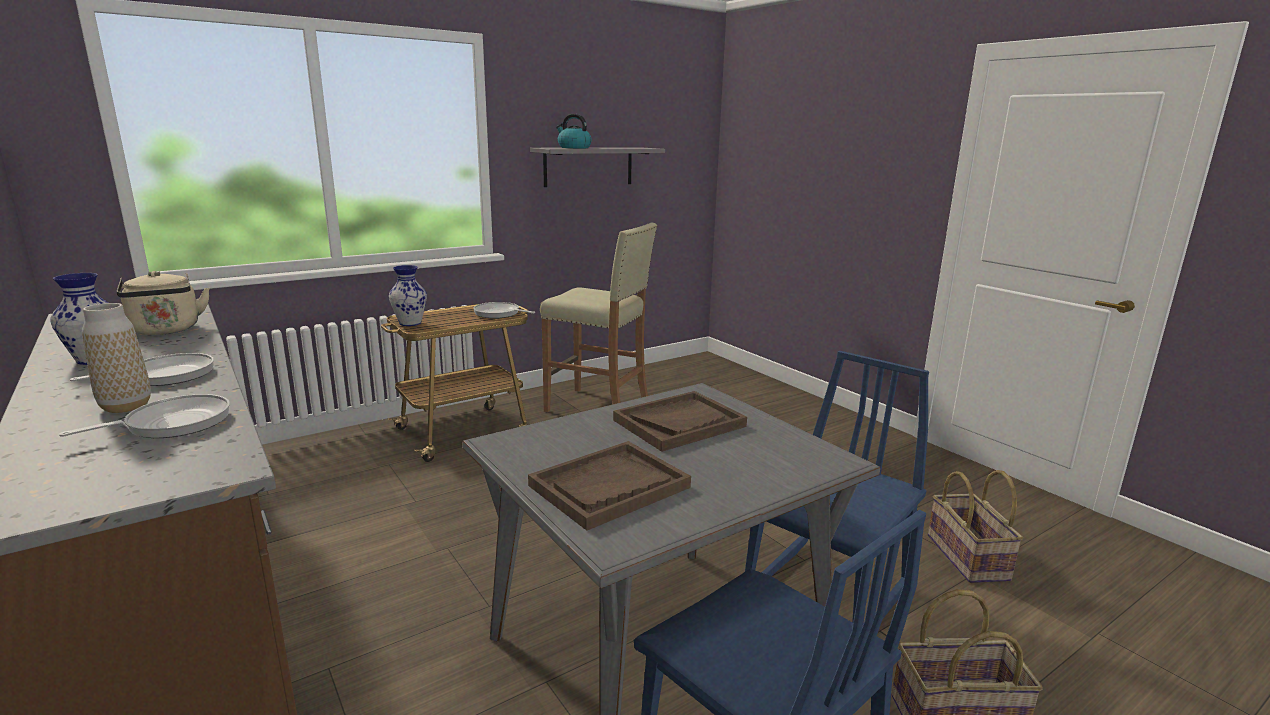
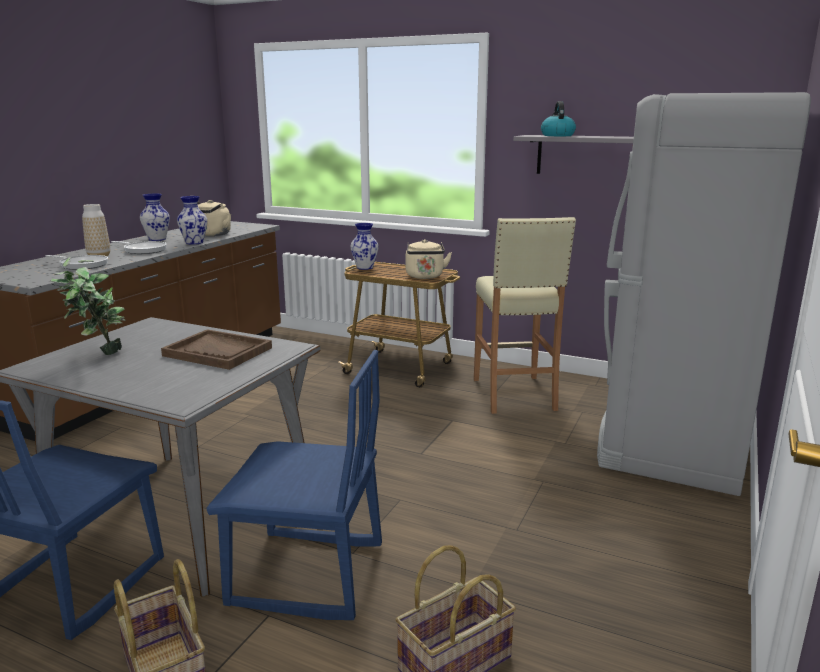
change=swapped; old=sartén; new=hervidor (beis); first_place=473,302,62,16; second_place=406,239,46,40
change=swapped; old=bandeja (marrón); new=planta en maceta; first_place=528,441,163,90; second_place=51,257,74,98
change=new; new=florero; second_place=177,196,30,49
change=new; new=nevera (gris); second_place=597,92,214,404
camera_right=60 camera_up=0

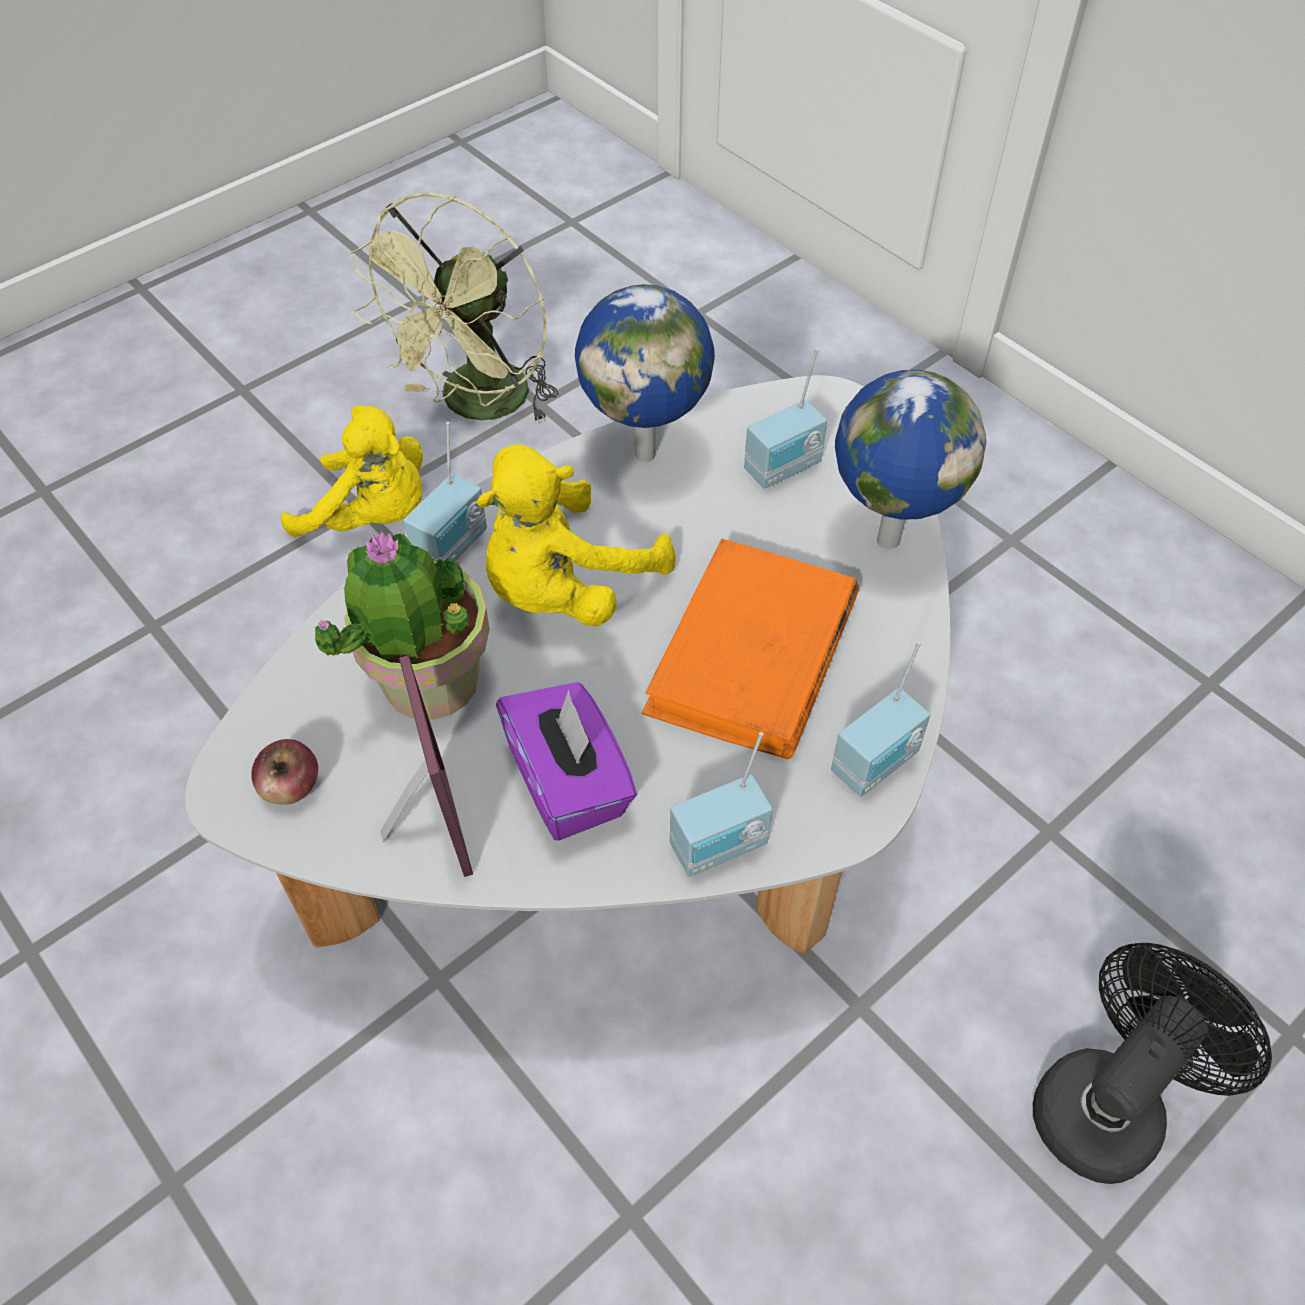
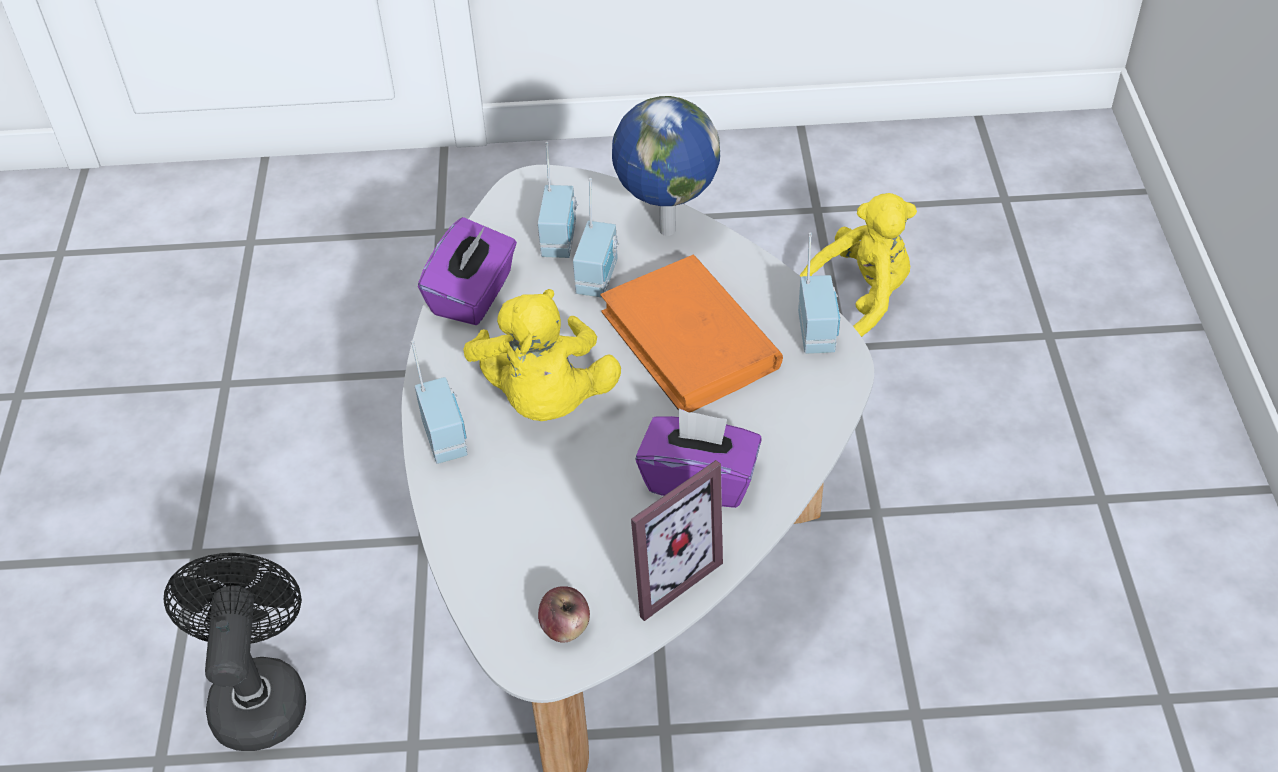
change=shifted; old=peluche (amarillo); first_place=281,405,142,132; second_place=800,193,117,144
change=gone; old=planta en maceta; first_place=315,532,175,188
change=gone; old=ventilador (verde); first_place=350,193,209,231
change=rotated; old=portarretratos; first_place=381,655,92,222; second_place=631,460,92,161; degrees=120
change=swapped; old=globo terráqueo; new=caja de pañuelos (morado); first_place=575,284,140,178; second_place=418,217,99,108
change=shifted; old=radio; first_place=670,732,103,145; second_place=573,178,46,120
change=shifted; old=ventilador (negro); first_place=1033,943,239,241; second_place=164,553,142,198
camera_right=-50 camera_up=-5

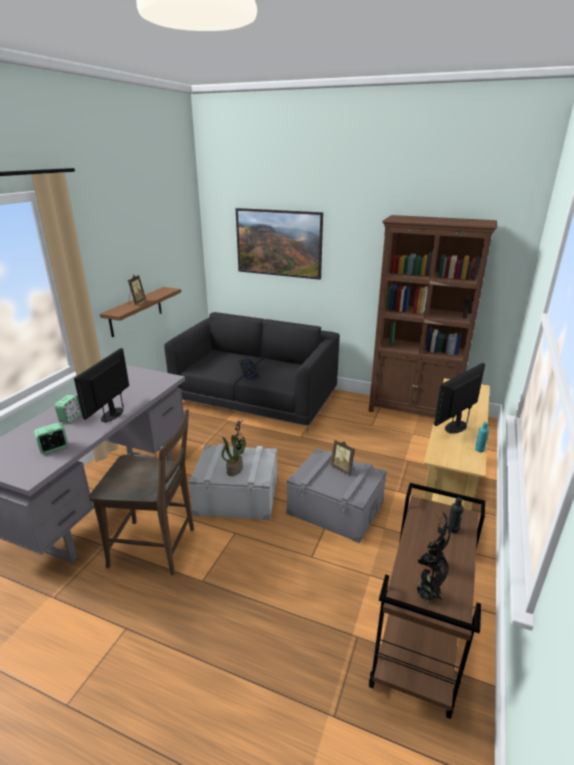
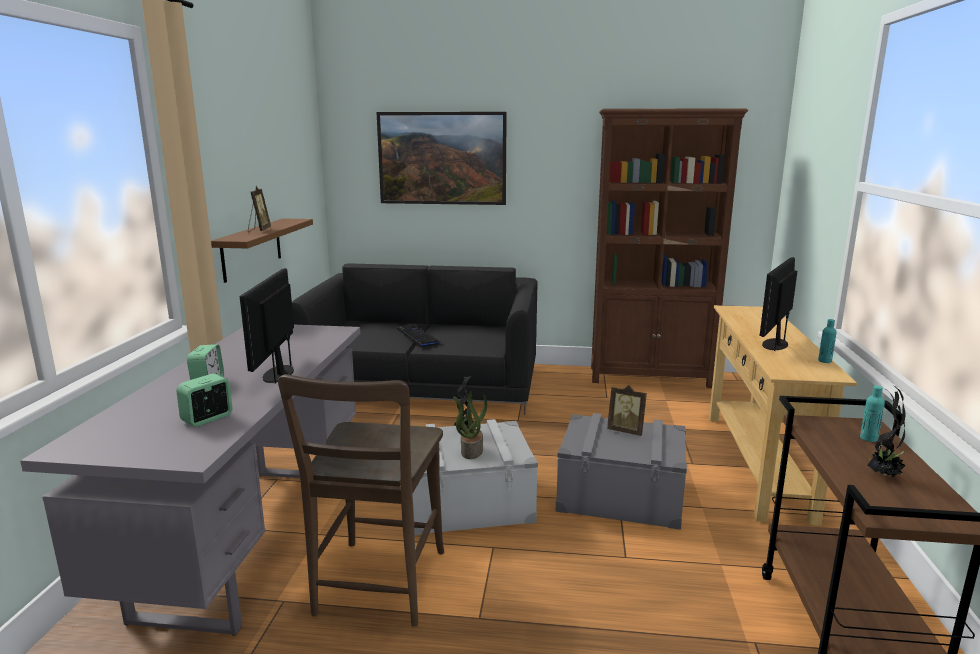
change=rotated; old=silla (marrón); first_place=89,409,105,166; second_place=278,374,166,253; degrees=105
change=gone; old=planta en maceta; first_place=417,548,32,53
change=repainted; old=botella (negro); new=botella (turquesa); first_place=447,497,16,36; second_place=860,386,25,56
camera_right=-15 camera_up=-10

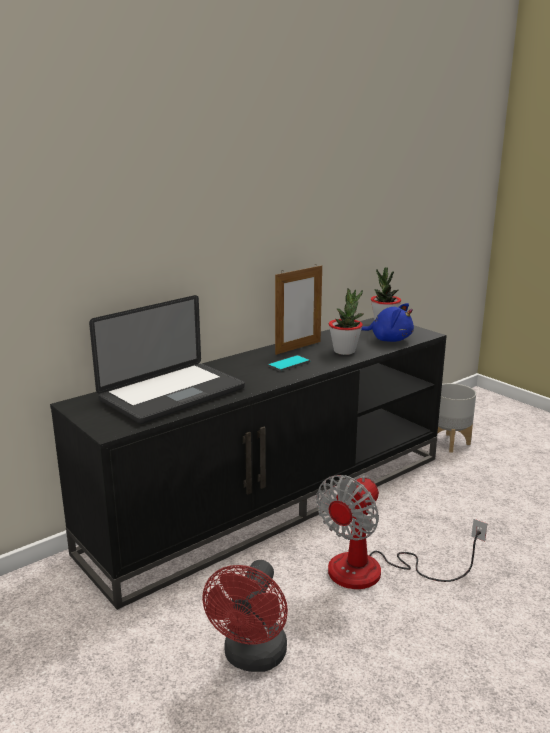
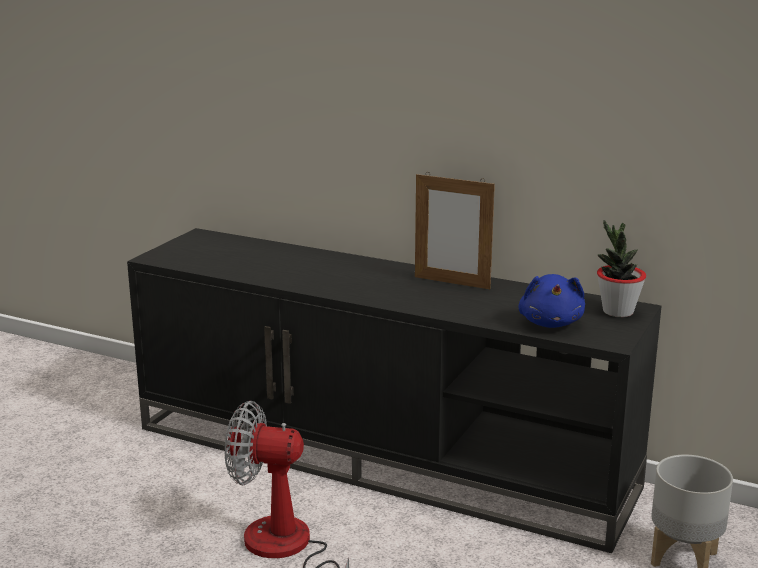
change=gone; old=portátil; first_place=89,295,156,129
change=gone; old=ventilador (rojo); first_place=202,560,86,112
change=gone; old=móvil; first_place=268,355,43,17
change=gone; old=planta en maceta; first_place=329,288,35,67
camera_right=65 camera_up=0

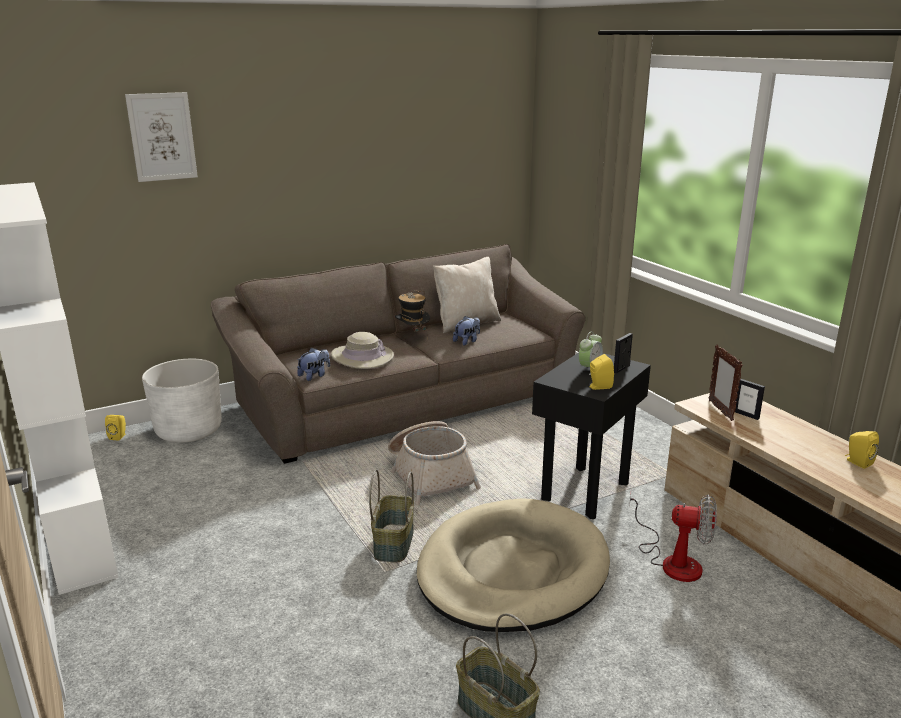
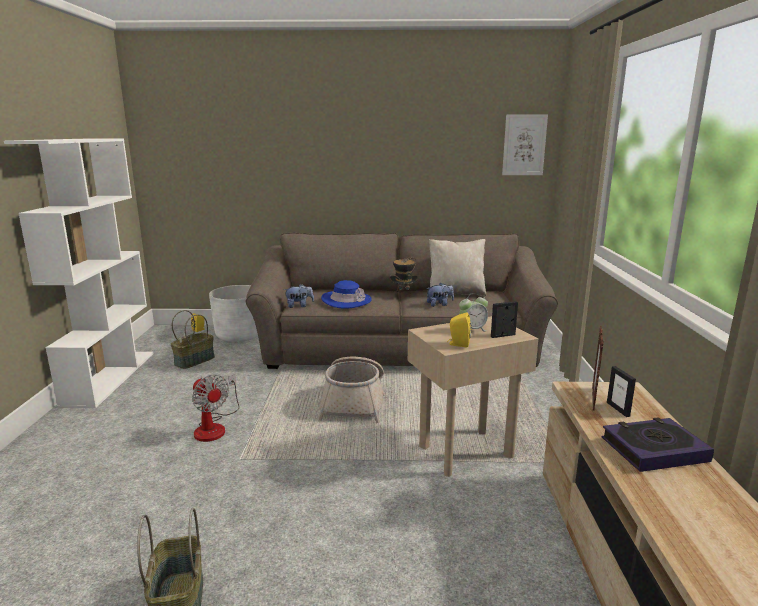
change=shifted; old=cuadro; first_place=125,92,73,90; second_place=502,114,46,61
change=repainted; old=sombrero (beis); new=sombrero (azul); first_place=331,332,63,37; second_place=321,280,51,29
change=shifted; old=cesta; first_place=369,469,45,94; second_place=171,310,44,59
change=gone; old=cama para perro (beis); first_place=416,498,194,134
change=repainted; old=mesa auxiliar (negro); new=mesa auxiliar (beis); first_place=532,352,119,167; second_place=408,316,130,161
change=shifted; old=ventilador; first_place=629,494,88,88; second_place=192,374,48,68
change=gone; old=altavoz (amarillo); first_place=845,431,34,38
change=new; new=libro; second_place=602,417,112,55
camera_right=30 camera_up=-5

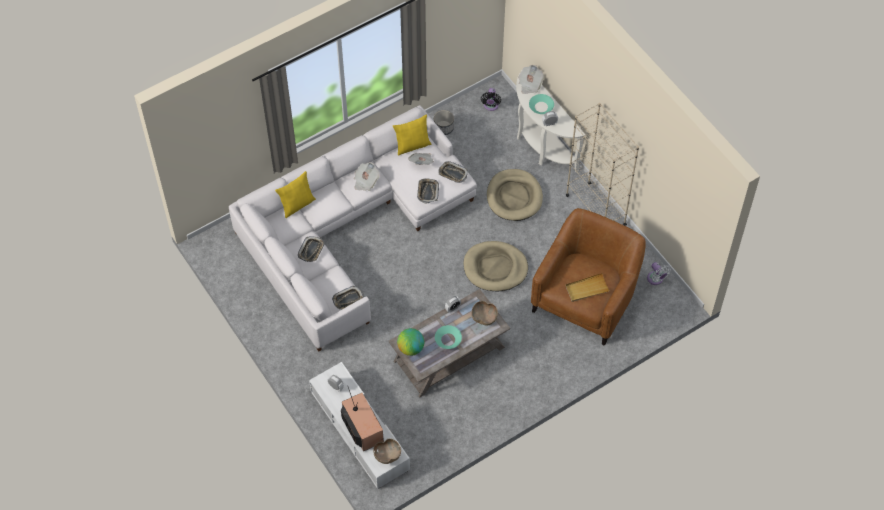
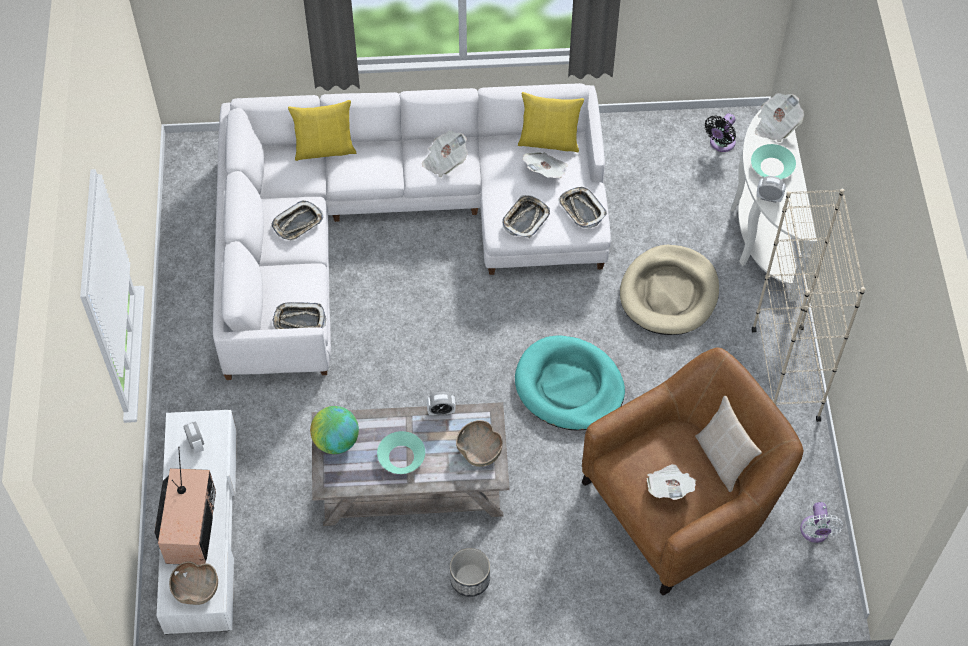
change=shifted; old=maceta; first_place=434,110,20,25; second_place=450,548,40,49
change=repainted; old=cama para perro (beis); new=cama para perro (turquesa); first_place=463,241,65,51; second_place=515,335,110,95
change=swapped; old=bandeja (beis); new=periódico; first_place=565,273,45,29; second_place=647,464,49,36
change=new; new=cojín (beis); second_place=695,396,67,96
camera_right=30 camera_up=0

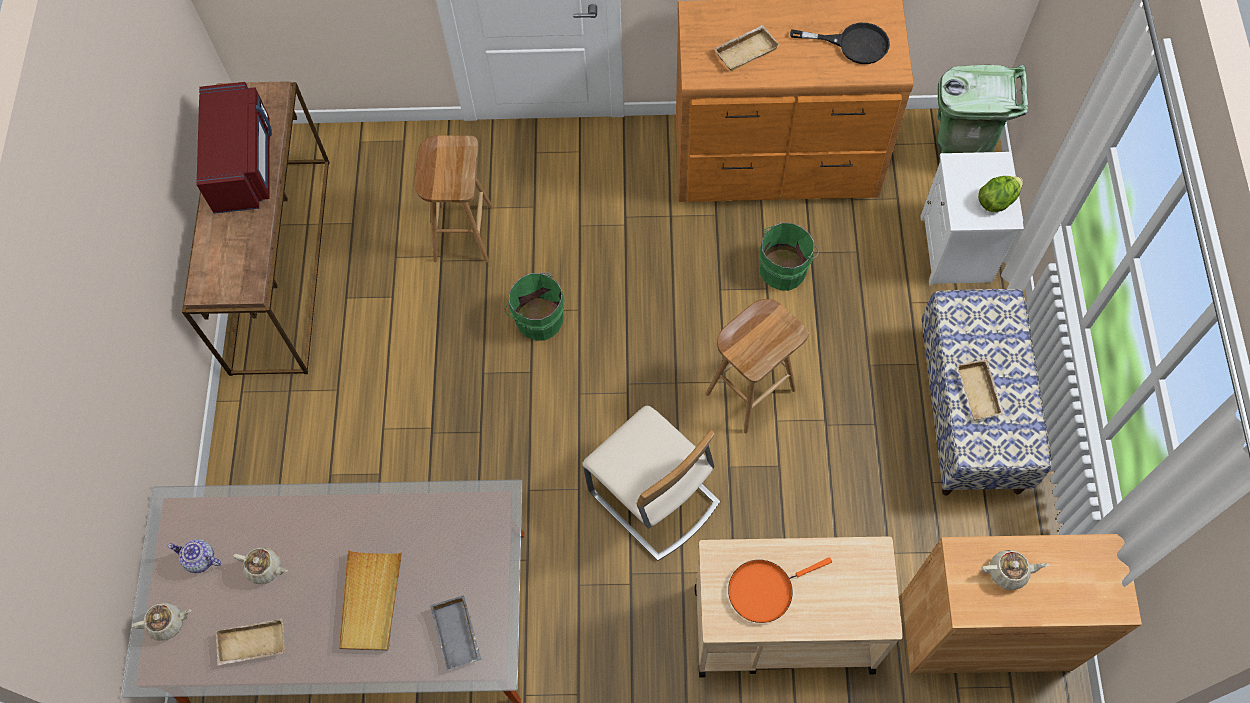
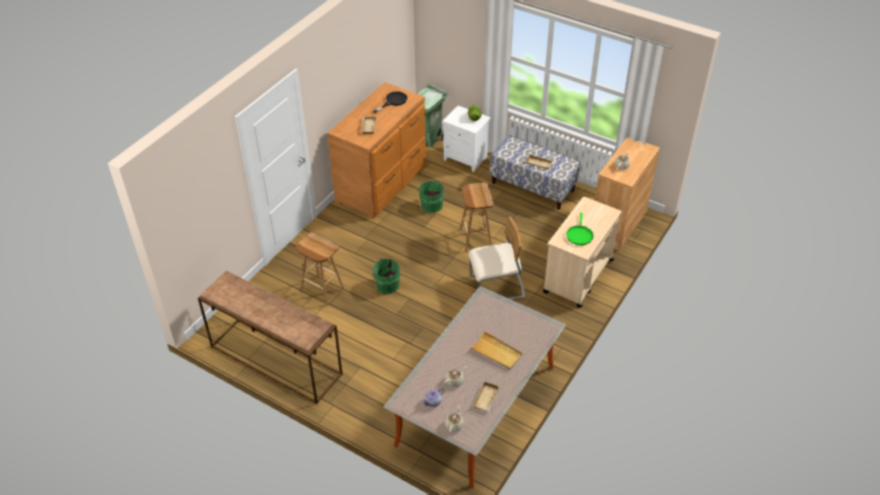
change=gone; old=microondas (rojo); first_place=196,82,76,132
change=gone; old=bandeja (gris); first_place=430,595,51,75
change=repainted; old=sartén (naranja); new=sartén (verde); first_place=728,557,104,66; second_place=566,213,27,32
camera_right=-60 camera_up=-20

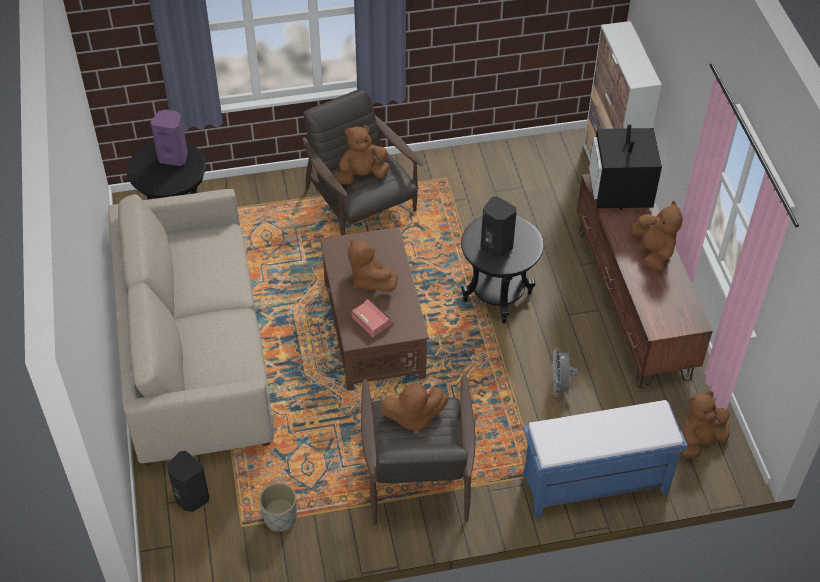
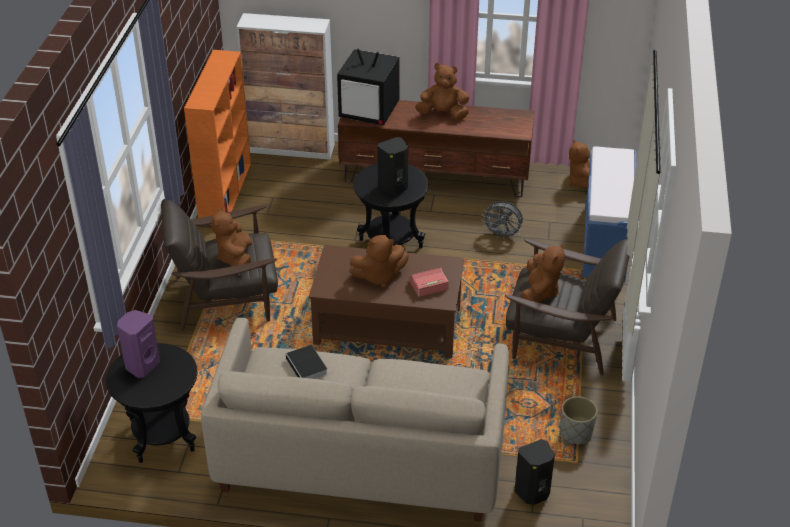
change=new; new=estantería (naranja); second_place=184,50,67,175
change=new; new=libro; second_place=286,345,42,34
camera_right=-70 camera_up=-10

